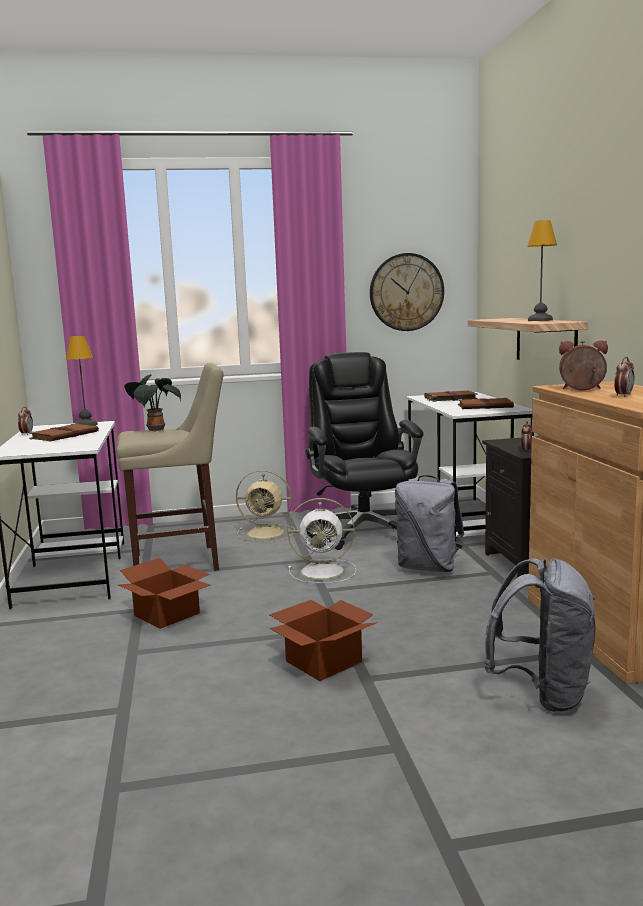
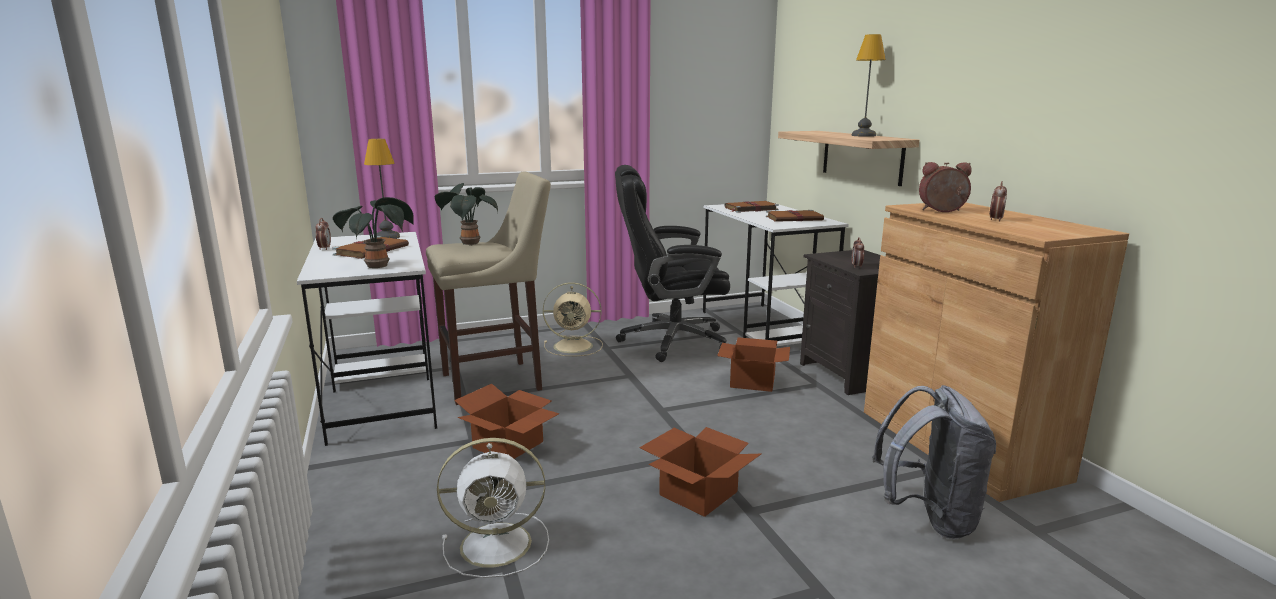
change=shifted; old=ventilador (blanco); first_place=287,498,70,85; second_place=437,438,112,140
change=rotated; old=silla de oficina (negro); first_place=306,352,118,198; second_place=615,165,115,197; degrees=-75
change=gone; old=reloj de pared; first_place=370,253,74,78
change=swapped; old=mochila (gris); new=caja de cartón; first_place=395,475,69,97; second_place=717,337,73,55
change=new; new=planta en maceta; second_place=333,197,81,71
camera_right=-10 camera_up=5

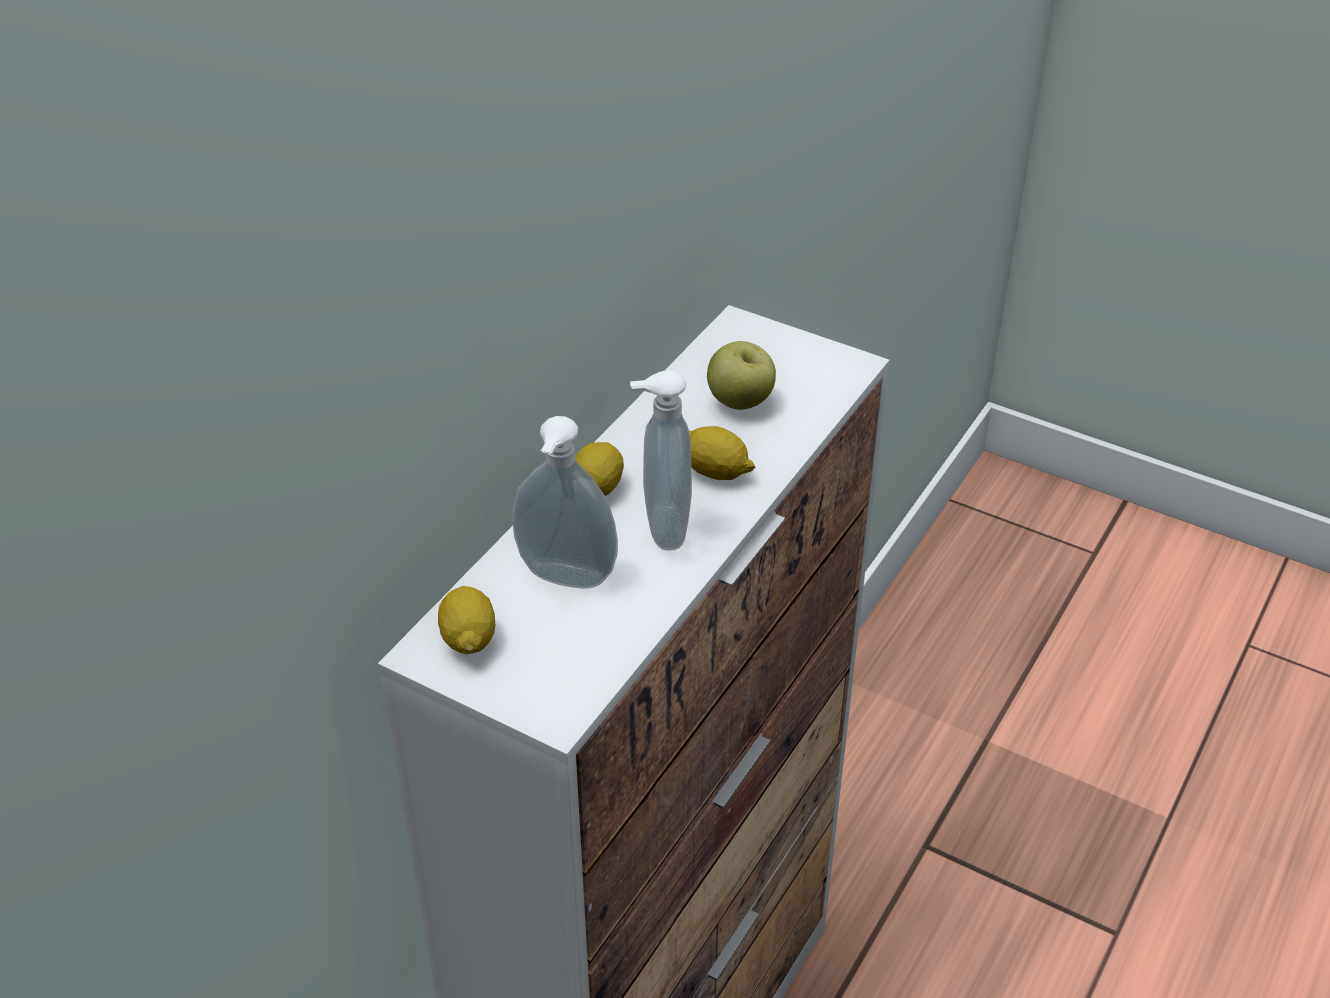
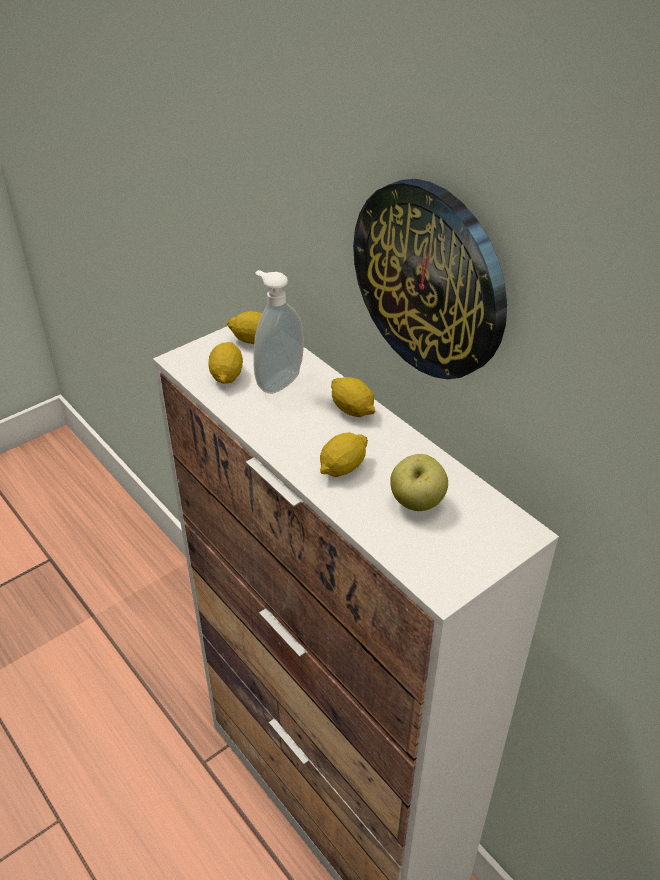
change=gone; old=dispensador de jabón; first_place=630,370,62,181
change=new; new=limón; second_place=209,342,34,42
change=new; new=reloj de pared; second_place=353,179,154,200
camera_right=110 camera_up=0

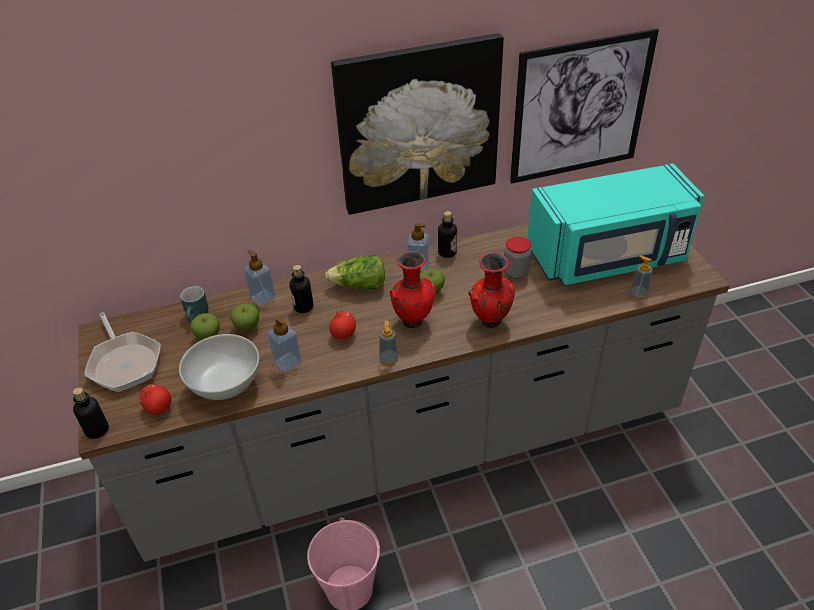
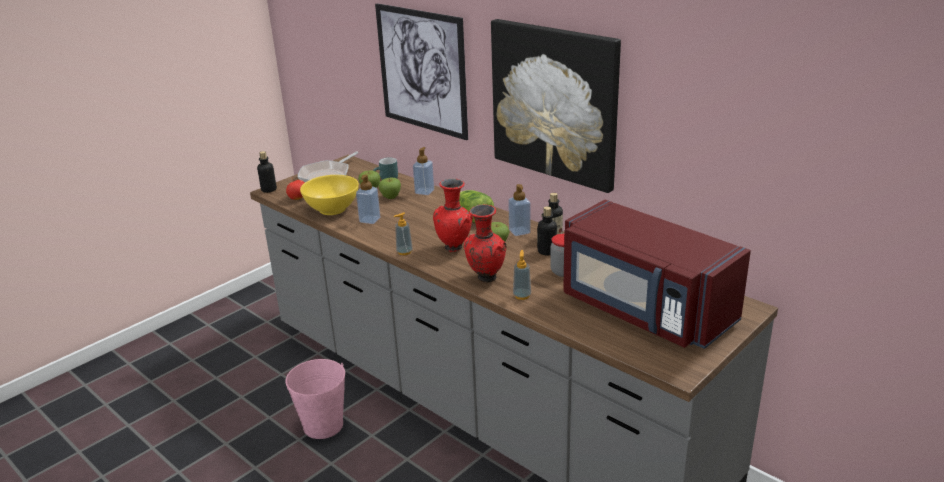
change=repainted; old=cuenco (blanco); new=cuenco (amarillo); first_place=179,334,80,66; second_place=300,175,59,40
change=shifted; old=botella; first_place=289,265,24,48; second_place=537,206,20,49
change=gone; old=manzana; first_place=329,311,27,28
change=shifted; old=cuadro; first_place=510,28,149,156; second_place=375,3,93,137
change=repainted; old=microondas (turquesa); new=microondas (rojo); first_place=527,163,177,122; second_place=563,200,188,149
change=shifted; old=dispensador de jabón; first_place=630,255,23,44; second_place=513,250,18,50
camera_right=60 camera_up=-15

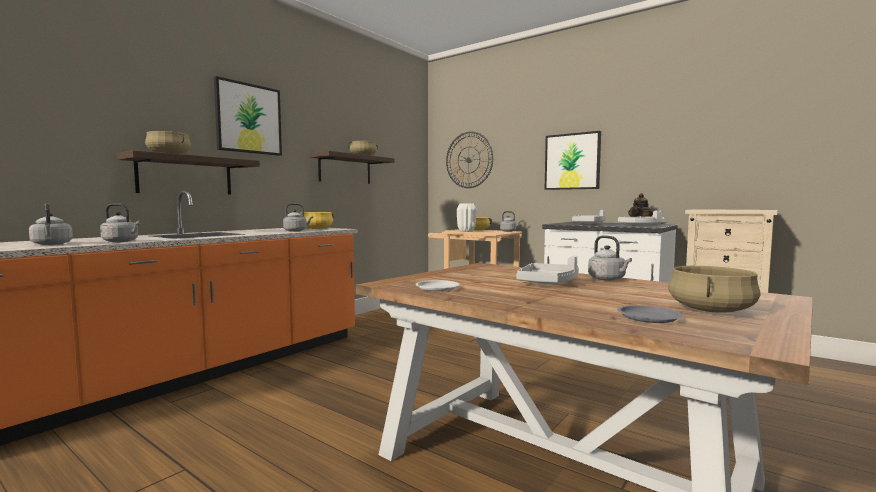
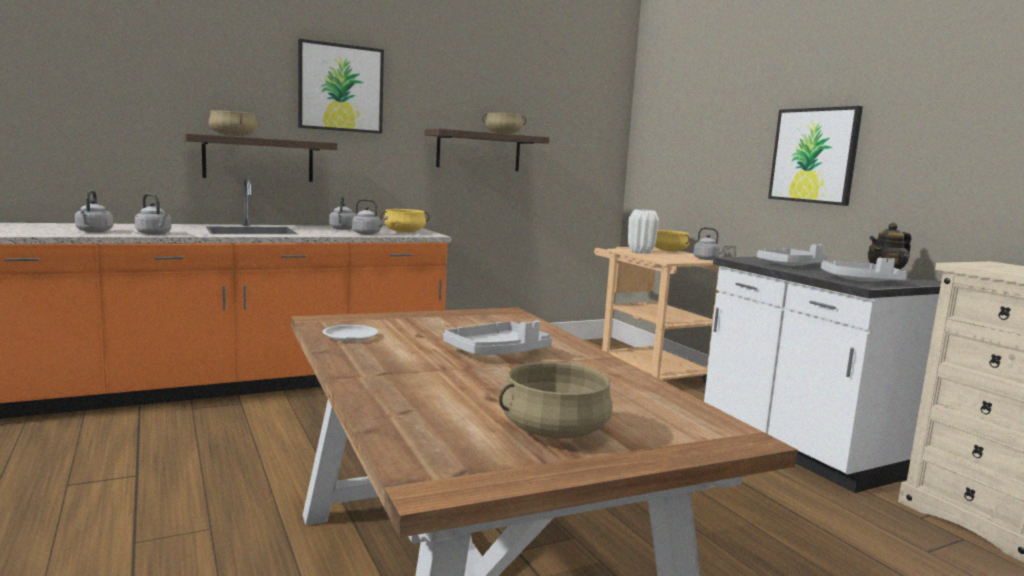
change=gone; old=reloj de pared; first_place=446,131,47,57
change=shifted; old=hervidor (gris); first_place=588,235,44,46; second_place=329,195,27,35
change=gone; old=plato (gris); first_place=617,305,66,18
camera_right=25 camera_up=5

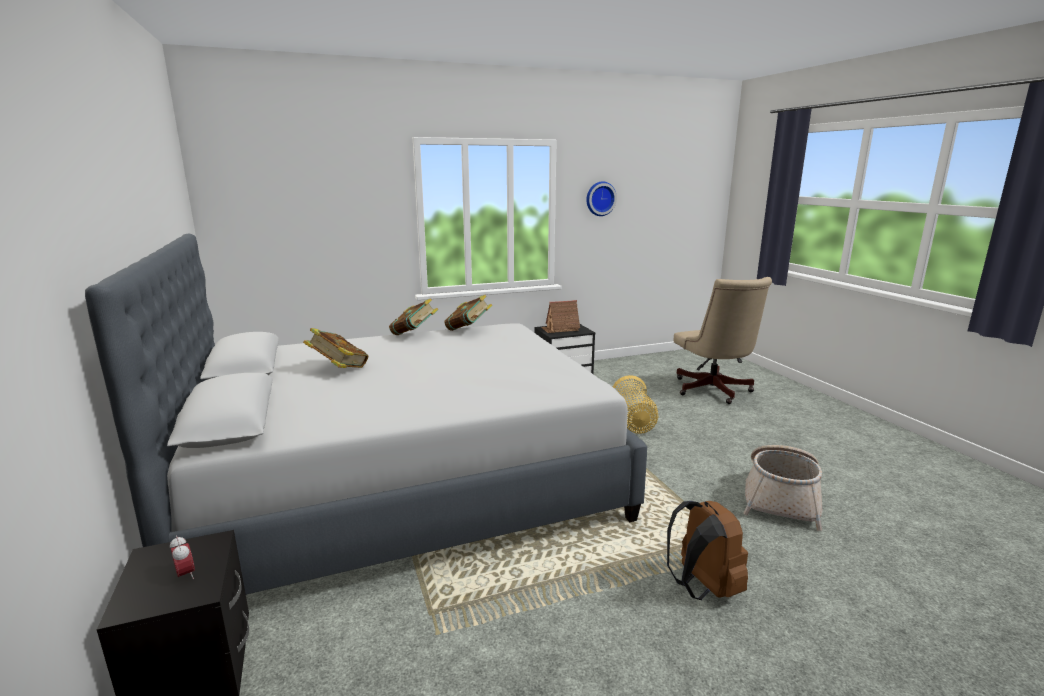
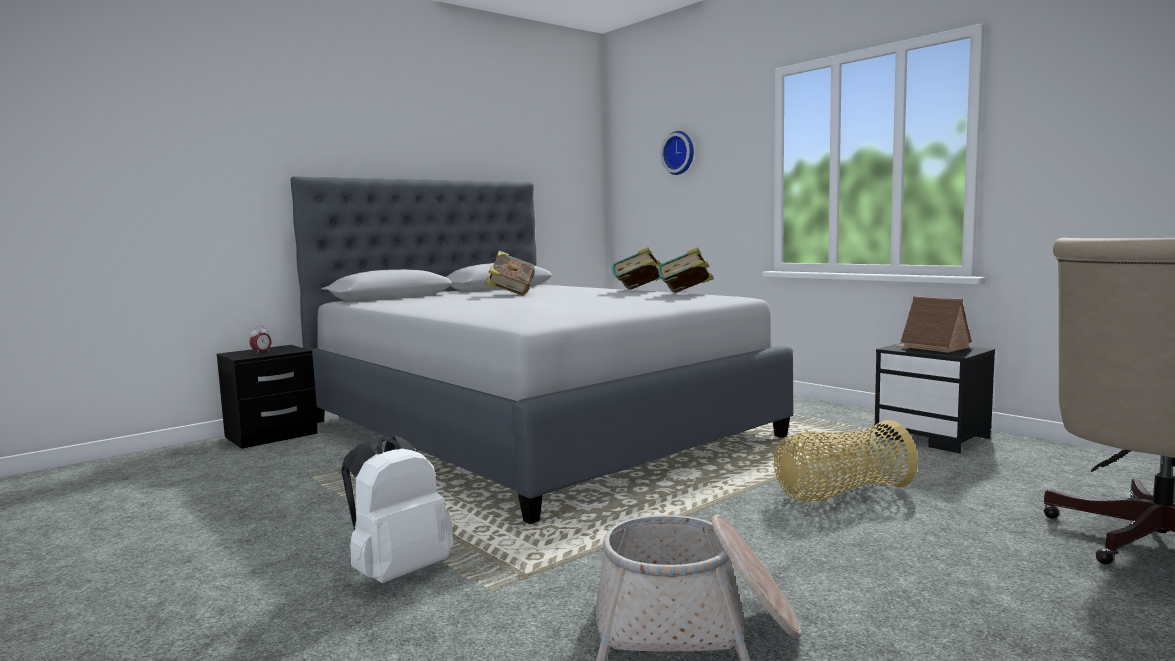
change=shifted; old=reloj de pared; first_place=586,181,31,35; second_place=661,131,33,44
change=repainted; old=mochila (marrón); new=mochila (blanco); first_place=667,501,81,99; second_place=341,436,112,147
camera_right=70 camera_up=-10

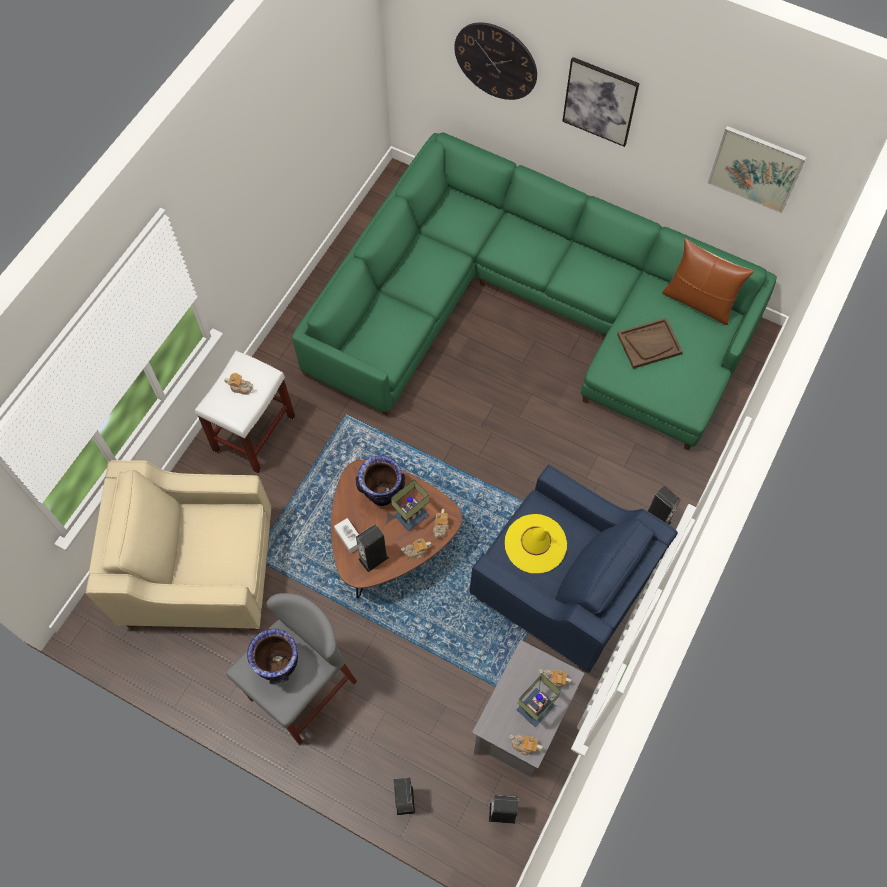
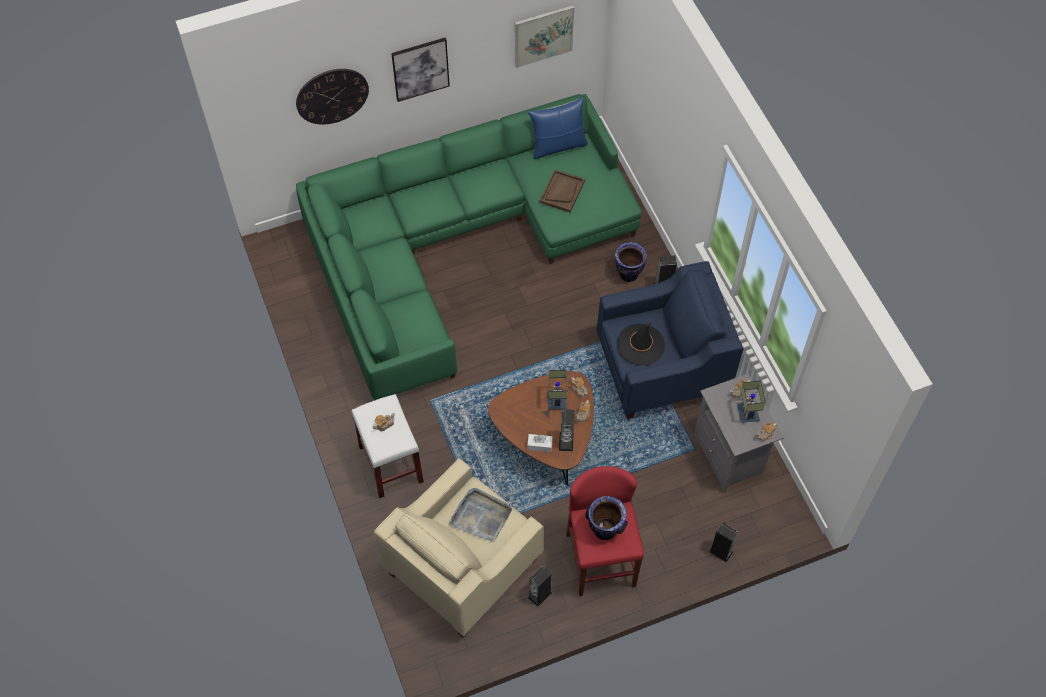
change=repainted; old=taburete (gris); new=taburete (rojo); first_place=226,593,131,152; second_place=566,466,78,130
change=shifted; old=florero; first_place=356,456,49,50; second_place=615,242,32,40
change=shifted; old=altavoz; first_place=489,795,30,29; second_place=528,566,24,41
change=repainted; old=sombrero (amarillo); new=sombrero (negro); first_place=505,514,62,59; second_place=617,323,48,43
change=repainted; old=cojín (marrón); new=cojín (azul); first_place=662,238,92,87; second_place=528,97,60,62
change=new; new=bandeja (gris); second_place=449,488,63,54
camera_right=-50 camera_up=-5

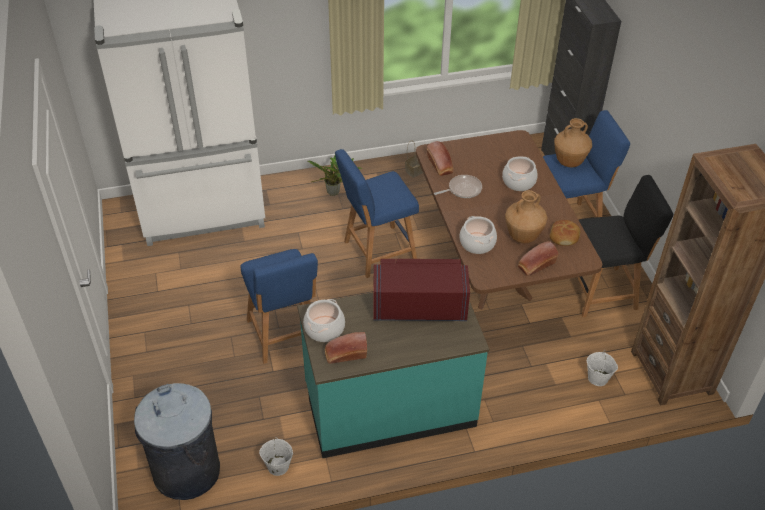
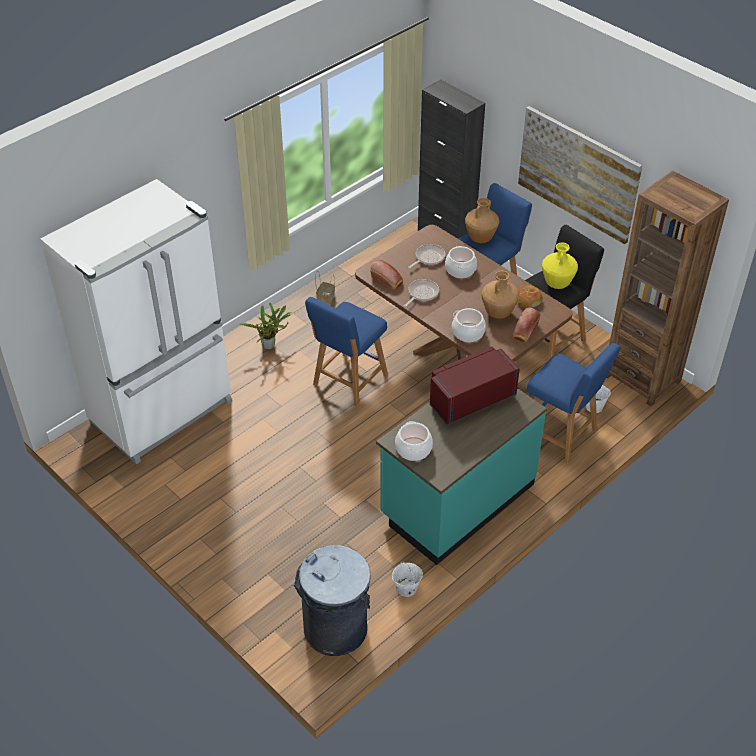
change=shifted; old=taburete (azul); first_place=241,249,77,115; second_place=527,343,93,121
change=gone; old=pan; first_place=325,332,42,32
change=new; new=sartén; second_place=408,244,37,24
change=new; new=cuadro; second_place=518,106,124,138
change=new; new=florero (amarillo); second_place=542,242,36,47
camera_right=-30 camera_up=0

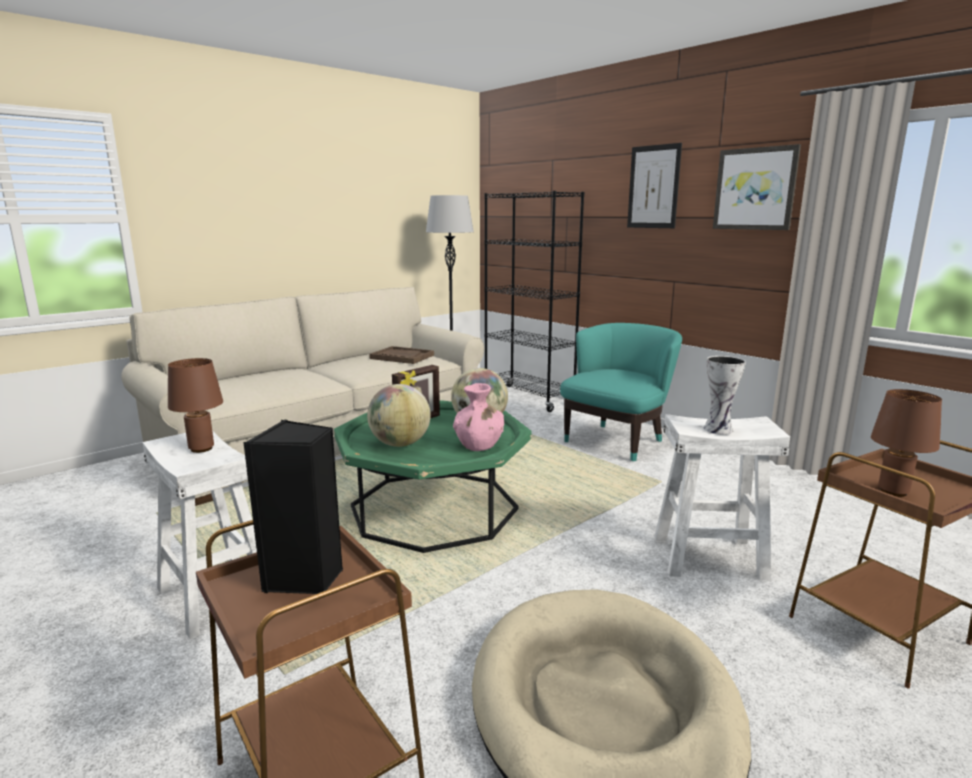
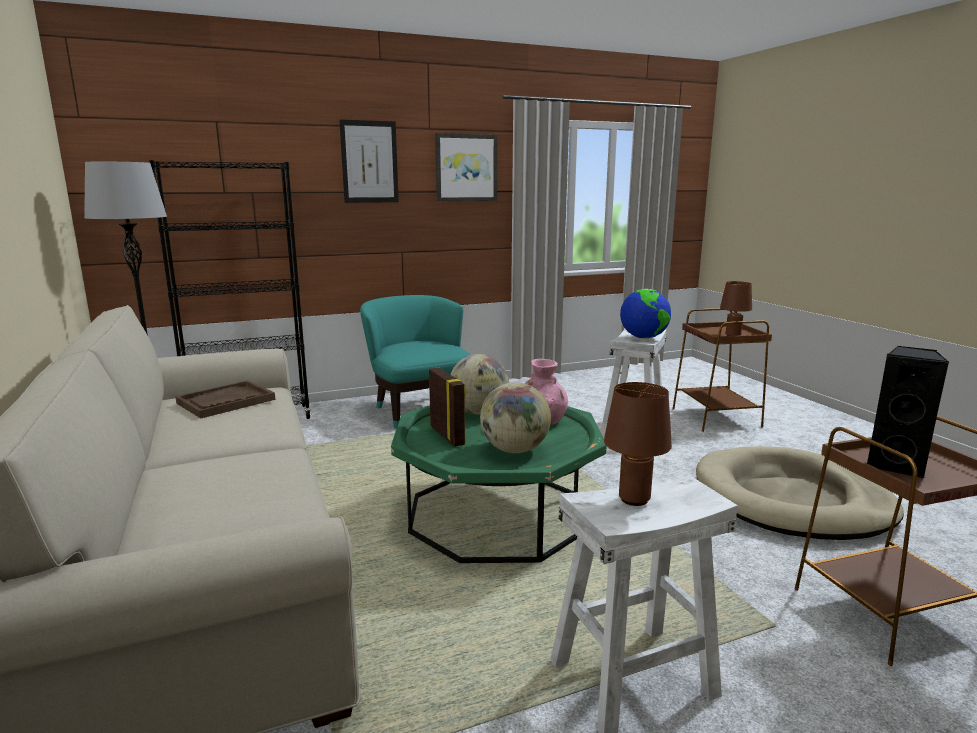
change=swapped; old=florero; new=globo terráqueo; first_place=704,356,42,79; second_place=620,289,51,50
camera_right=-70 camera_up=0

